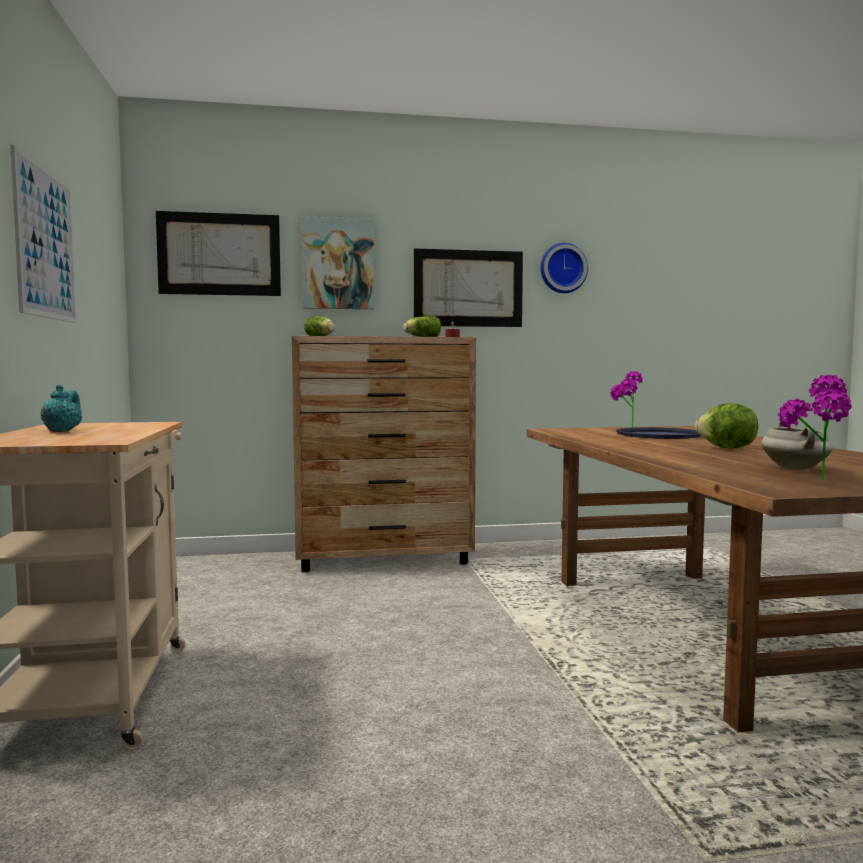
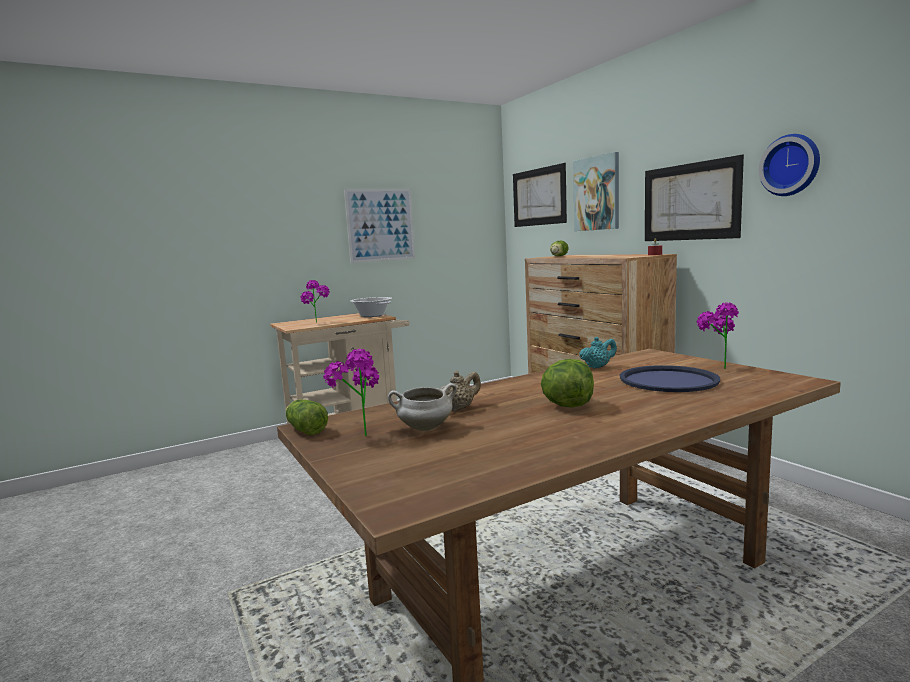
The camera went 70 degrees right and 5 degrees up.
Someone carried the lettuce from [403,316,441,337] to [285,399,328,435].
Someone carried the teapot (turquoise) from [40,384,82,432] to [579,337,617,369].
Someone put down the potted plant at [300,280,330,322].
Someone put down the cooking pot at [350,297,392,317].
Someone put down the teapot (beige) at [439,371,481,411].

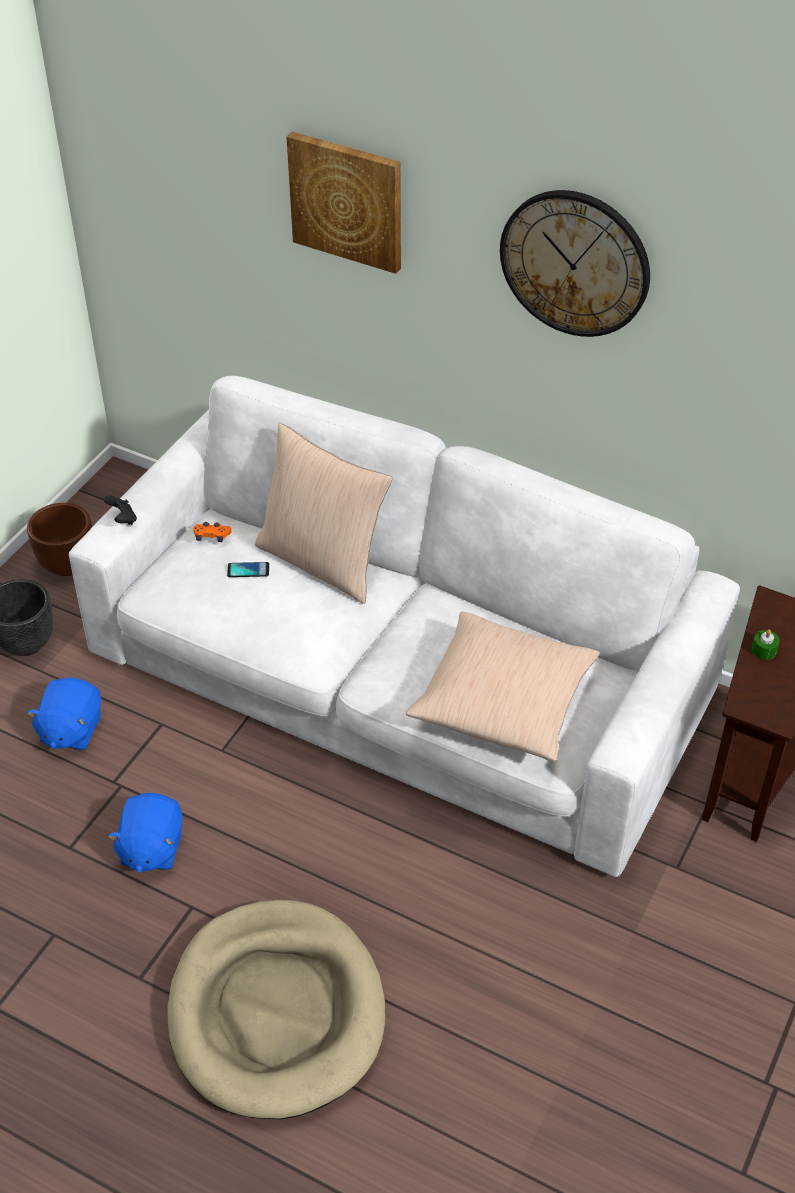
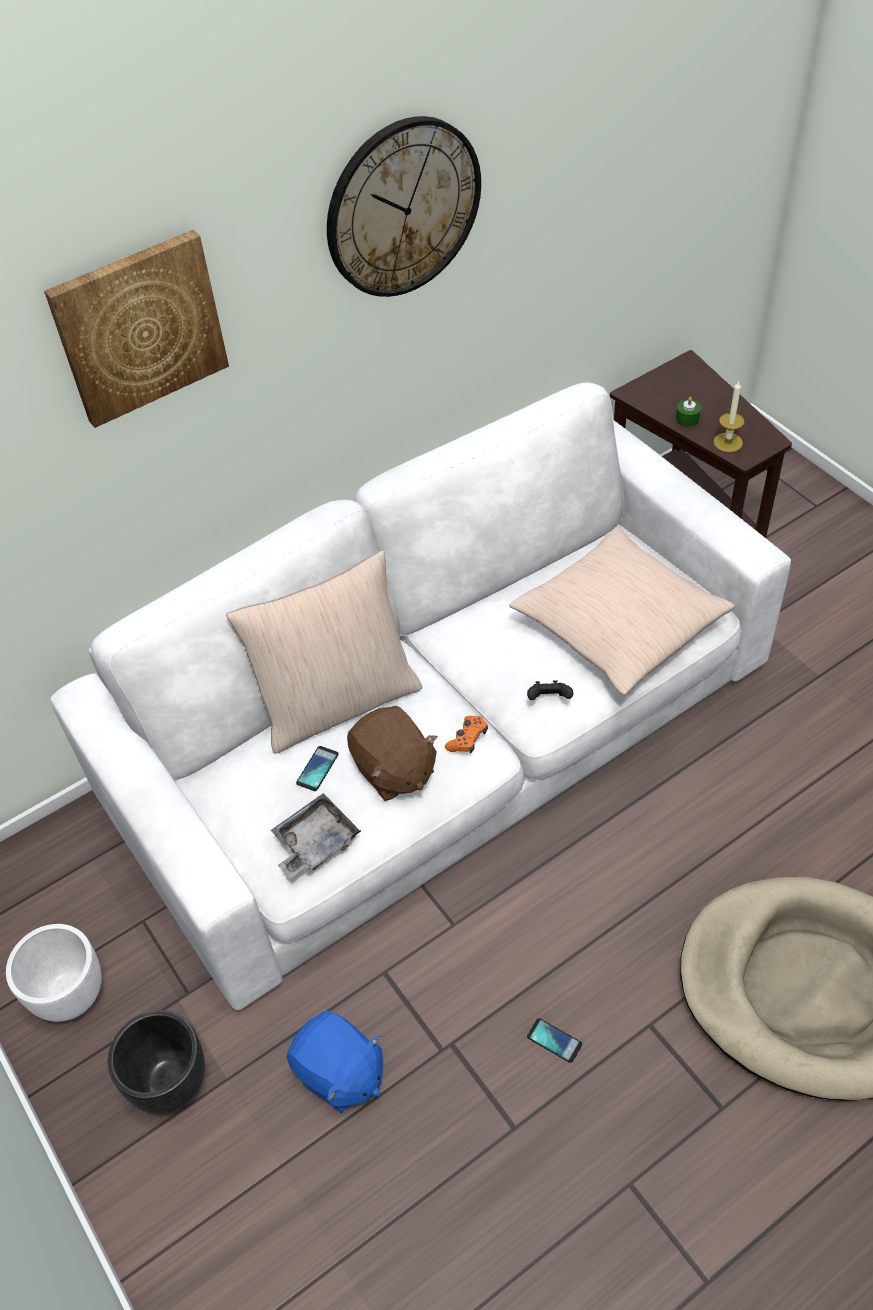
The camera went 60 degrees left and 5 degrees up.
Someone carried the game controller (black) from [104,496,137,525] to [527,680,573,700].
Someone repainted the planter (brown) at [27,503,92,576], which became the planter (white) at [6,924,102,1022].
Someone carried the game controller (orange) from [193,522,232,542] to [445,716,488,753].
Someone swapped the plush toy (blue) at [108,793,182,873] for the phone at [527,1018,582,1063].
Someone put down the candle at [714,381,745,452].
Someone put down the plush toy (brown) at [347,706,438,801].
Someone put down the tray (grey) at [271,793,361,879].

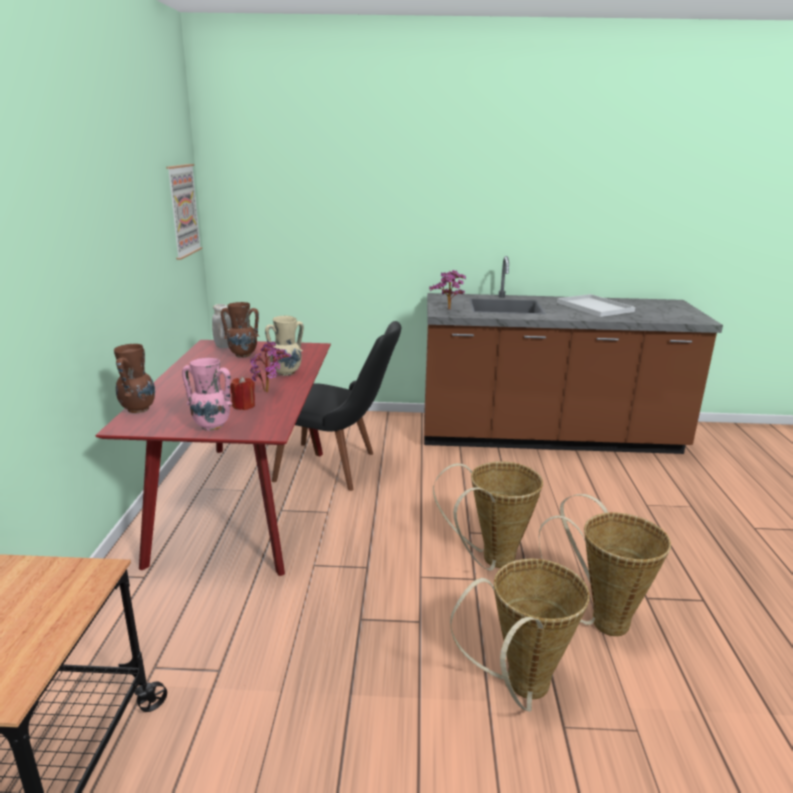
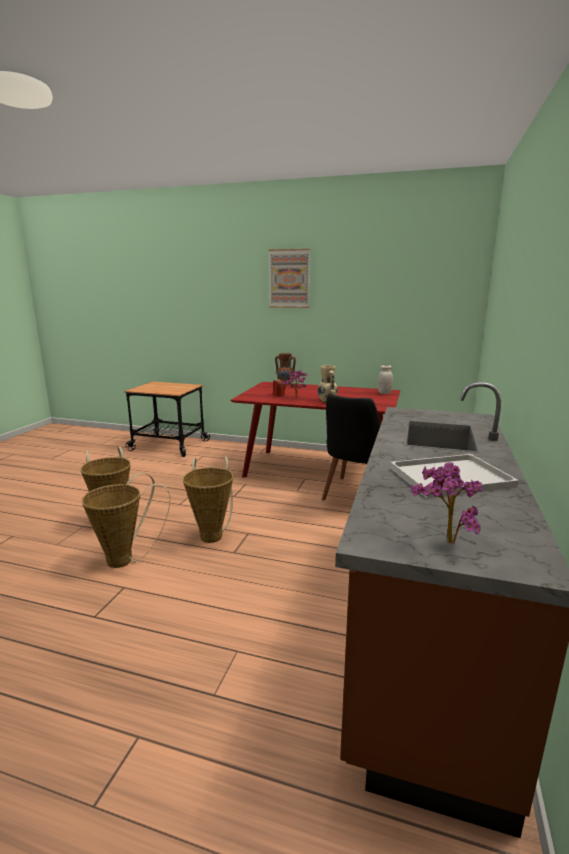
The camera went 105 degrees right and 5 degrees down.
Someone carried the picture from [166,164,202,260] to [269,249,311,308].
Someone carried the potted plant from [429,270,466,309] to [411,462,482,544].
Someone took away the vase (brown) at [221,302,260,358].
Someone took away the vase (pink) at [182,358,232,431].

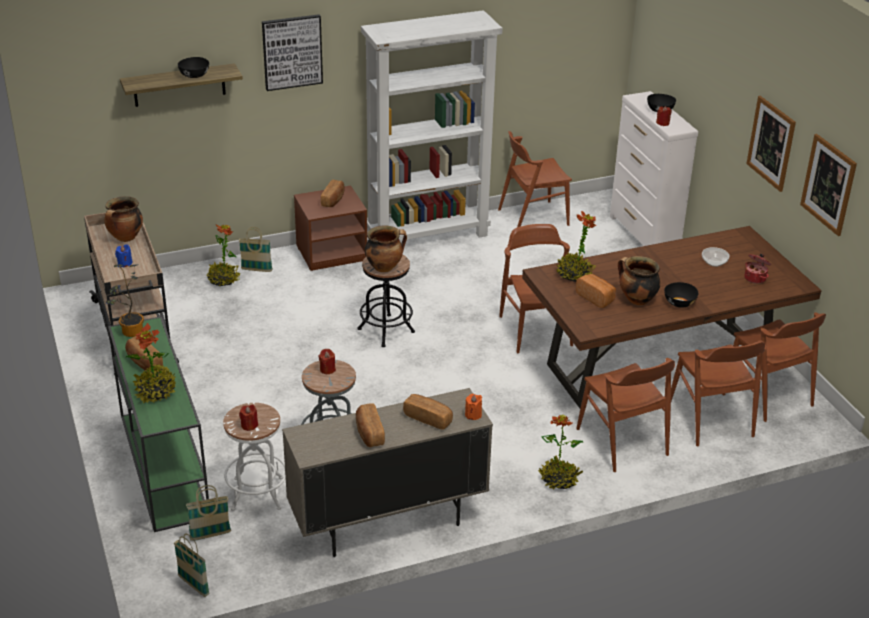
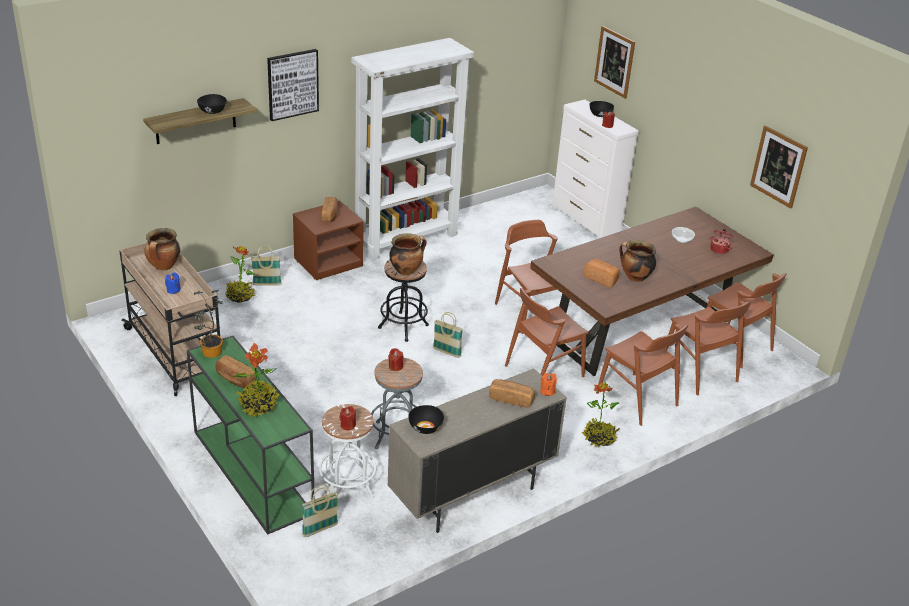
The camera went 15 degrees left and 0 degrees up.
Someone carried the picture from [746,96,796,192] to [594,26,635,99].
Someone carried the chair (brown) from [498,131,572,227] to [505,288,589,377].
Someone took away the potted plant at [556,211,596,282].
Someone carried the bowl (black) from [664,282,698,308] to [408,405,444,434].
Someone took away the bread at [356,403,385,447].
Someone carried the basket from [174,534,210,597] to [433,312,463,358].

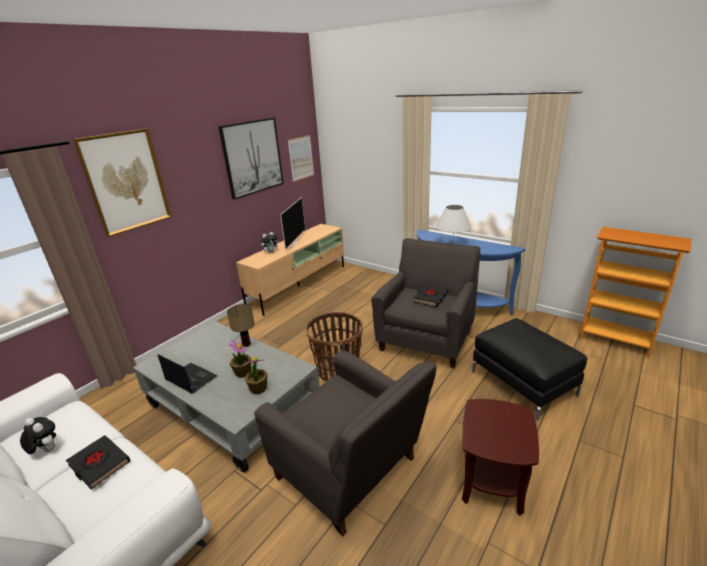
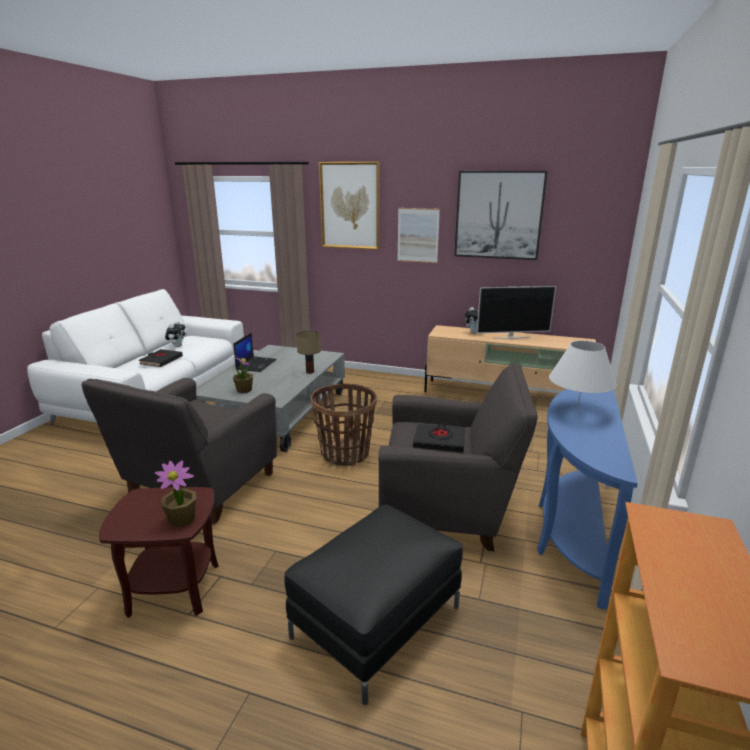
The camera went 70 degrees right and 5 degrees down.
Someone carried the picture from [288,135,314,182] to [397,208,440,263].
Someone carried the potted plant from [228,340,251,378] to [155,460,196,527].

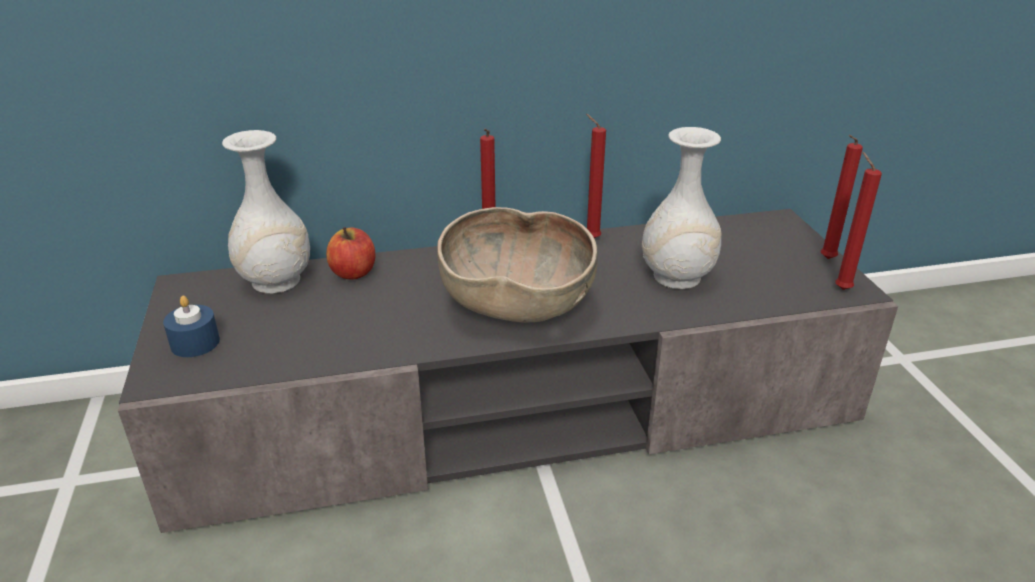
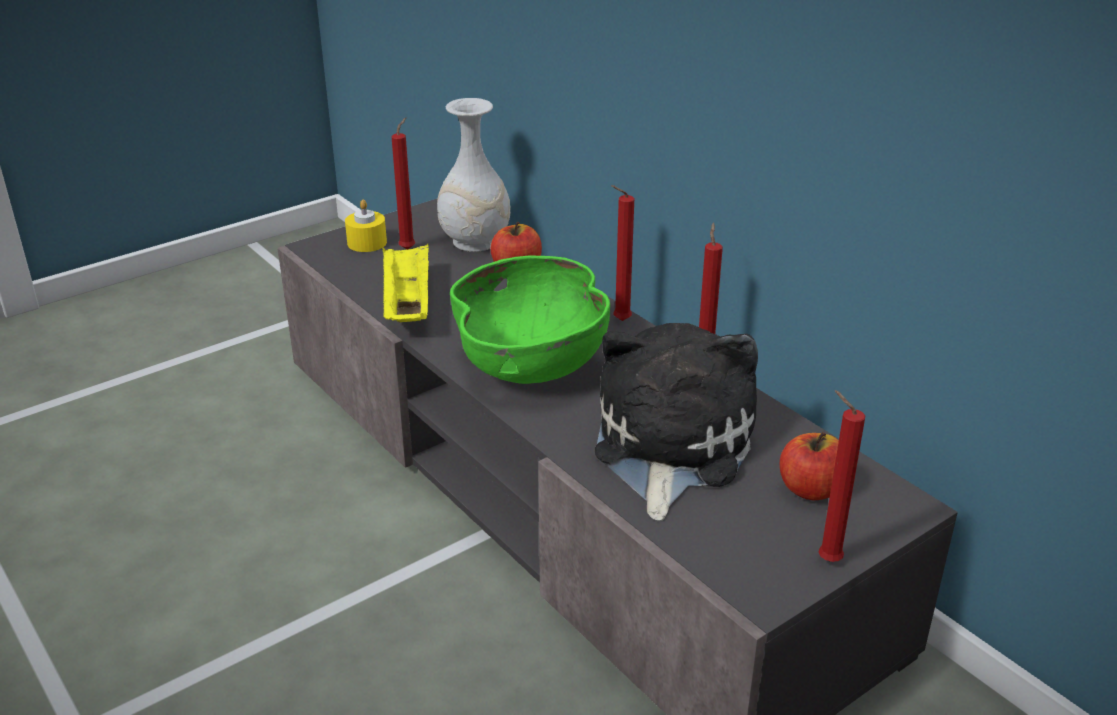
The camera went 65 degrees right and 0 degrees up.
Someone swapped the vase (white) at [642,127,722,289] for the plush toy at [595,323,758,521].
Someone carried the candle (red) from [835,152,882,290] to [391,118,415,250].
Someone repainted the bowl (brown) at [437,207,598,323], which became the bowl (green) at [450,256,610,384].
Someone repainted the candle (blue) at [163,296,220,357], which became the candle (yellow) at [345,200,387,252].
Someone put down the tray (yellow) at [382,244,429,323].
Someone put down the apple at [780,432,839,500].

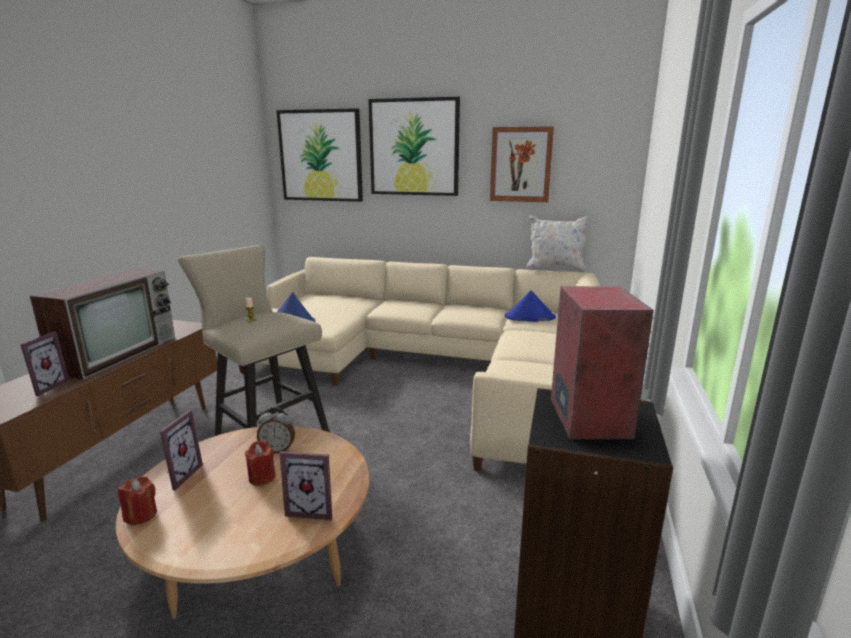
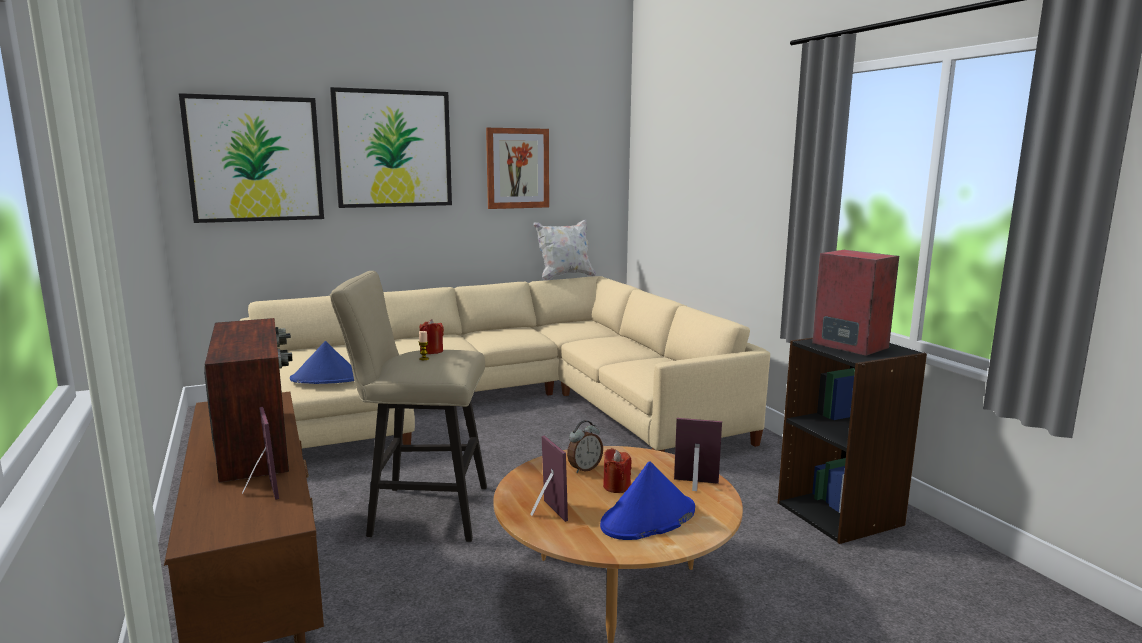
The camera went 40 degrees left and 5 degrees down.
Someone carried the hat (blue) from [505,291,556,322] to [600,461,695,540].
Someone rotated the picture frame at [280,451,332,520] by 135 degrees counterclockwise.
Someone carried the candle (red) from [118,476,157,525] to [420,319,444,354].

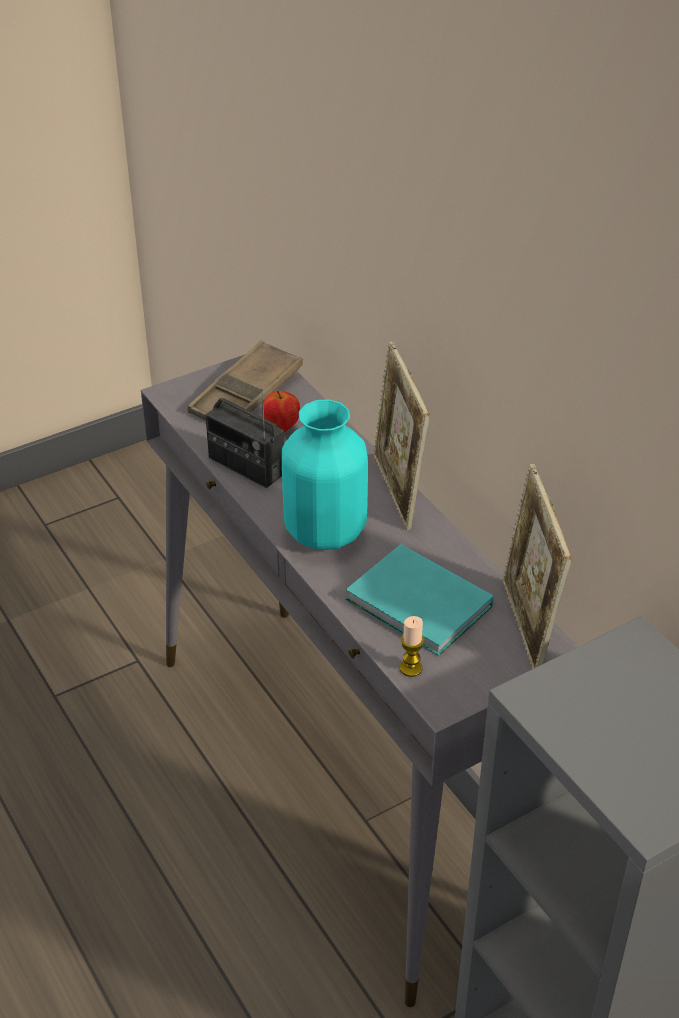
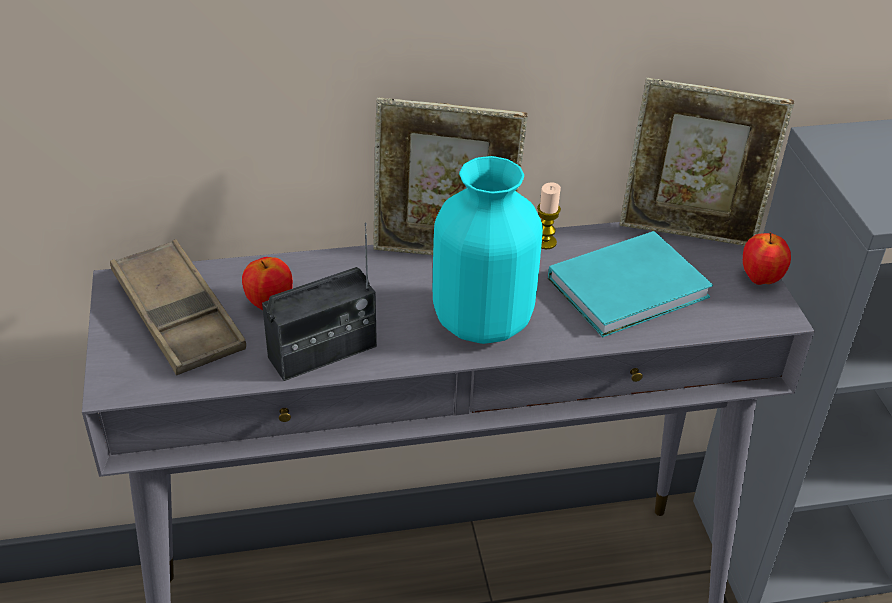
The camera went 70 degrees left and 0 degrees up.
Someone carried the candle from [400,616,424,677] to [537,182,561,249].
Someone put down the apple at [743,232,791,285].

